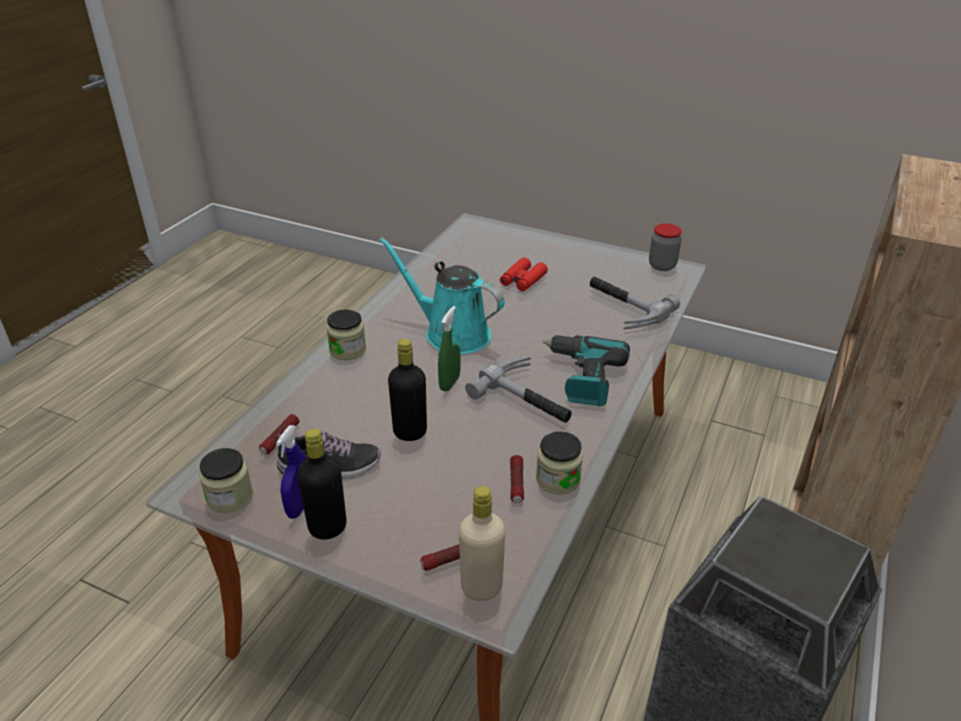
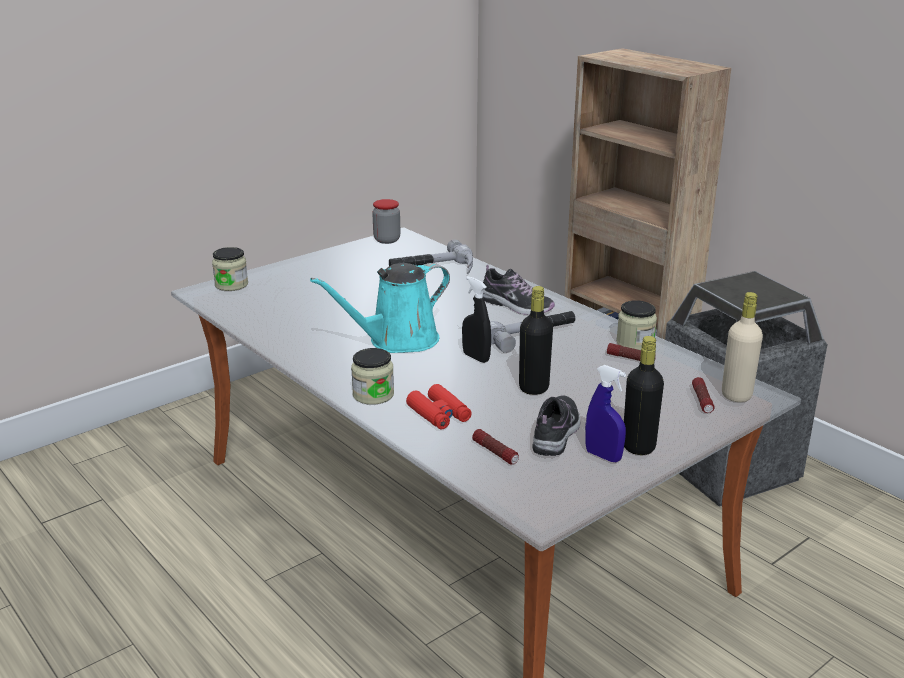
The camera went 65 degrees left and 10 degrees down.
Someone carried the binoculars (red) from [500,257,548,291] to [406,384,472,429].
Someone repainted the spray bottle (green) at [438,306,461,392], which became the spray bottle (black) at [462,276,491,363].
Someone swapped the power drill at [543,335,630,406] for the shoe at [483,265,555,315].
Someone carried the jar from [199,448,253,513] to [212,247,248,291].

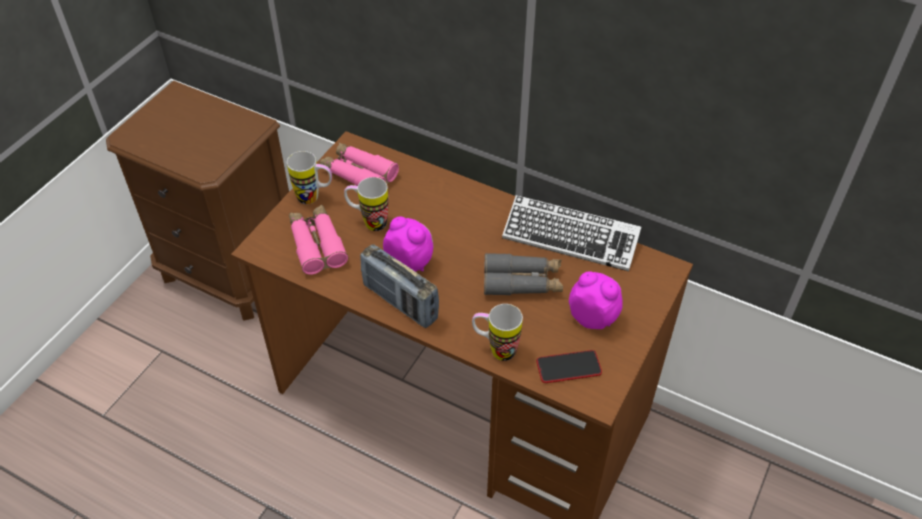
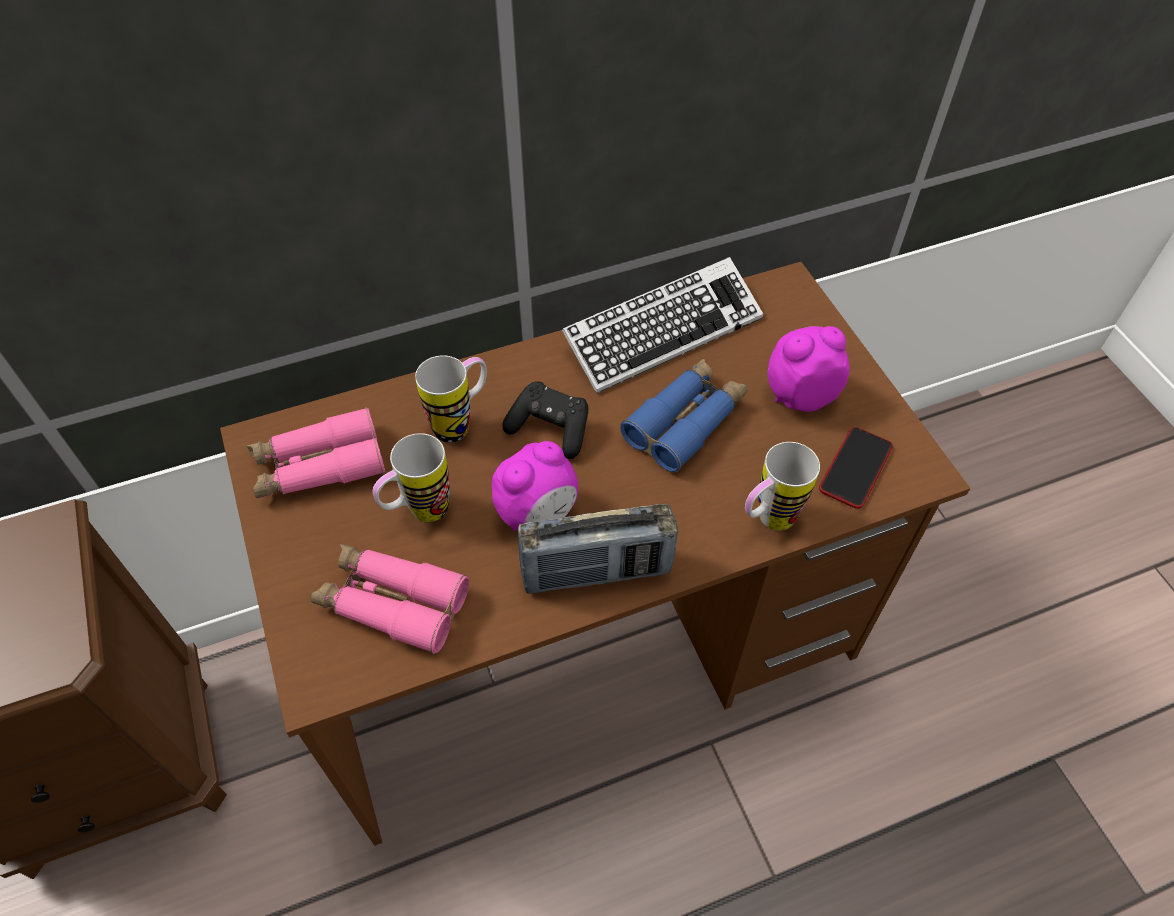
The camera went 50 degrees left and 5 degrees up.
Someone carried the mug from [287,151,332,204] to [415,355,487,443].
Someone rotated the alarm clock at [383,216,433,272] by 150 degrees clockwise.
Someone repainted the binoculars (grey) at [484,253,563,295], which became the binoculars (blue) at [620,359,748,472].
Someone put down the game controller (black) at [502,381,588,459].

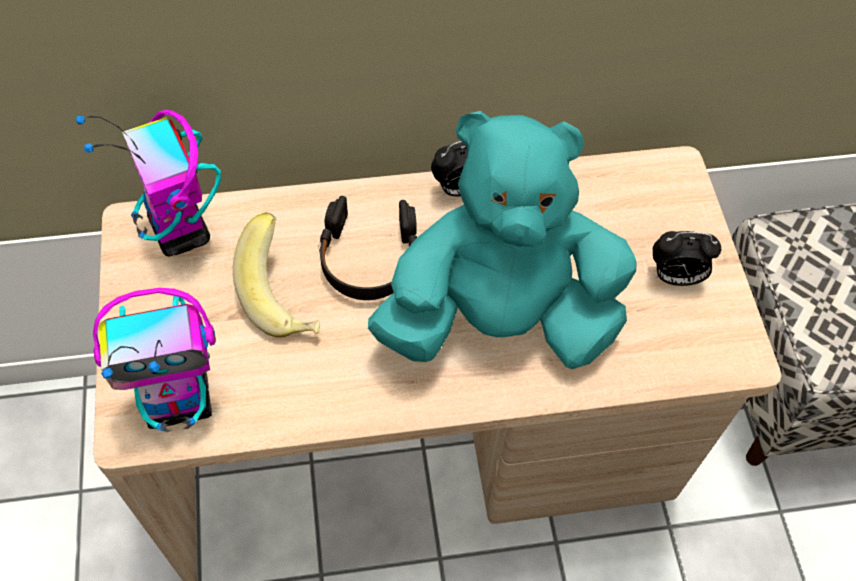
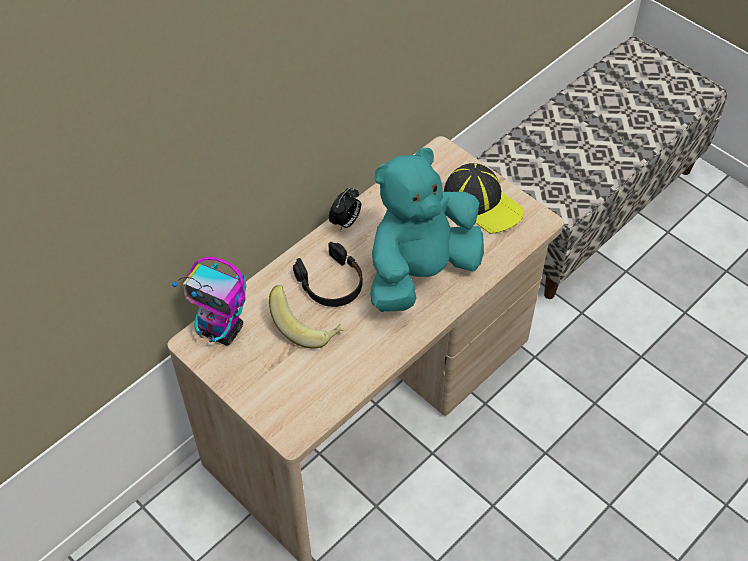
The camera went 35 degrees left and 5 degrees down.
Someone swapped the alarm clock at [653,231,721,286] for the cap at [444,163,524,234].
Someone took away the toy robot at [93,288,216,432].

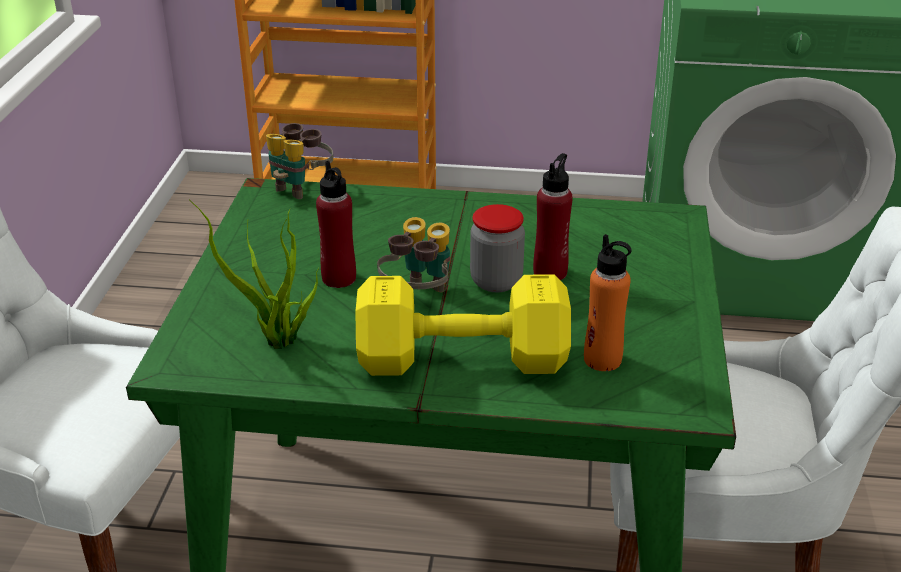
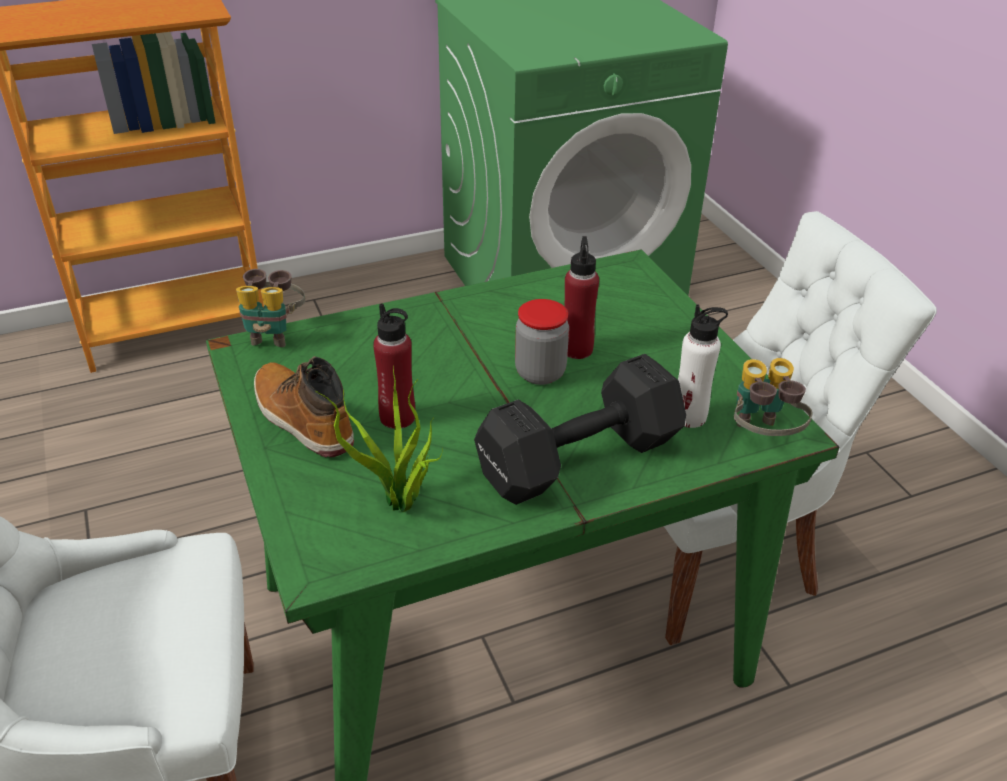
The camera went 30 degrees left and 5 degrees up.
Someone carried the binoculars from [377,217,450,292] to [734,358,812,436].
Someone repainted the bottle (orange) at [584,234,632,371], which became the bottle (white) at [678,304,728,428].
Someone repainted the dumbbell (yellow) at [355,274,571,376], which became the dumbbell (black) at [474,354,686,505].
Someone put down the boot at [254,356,354,457].

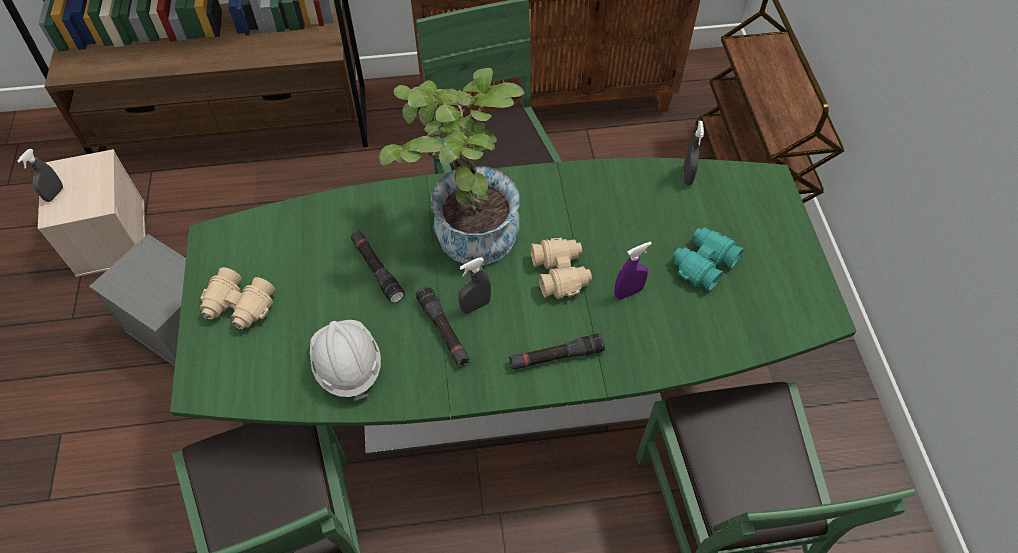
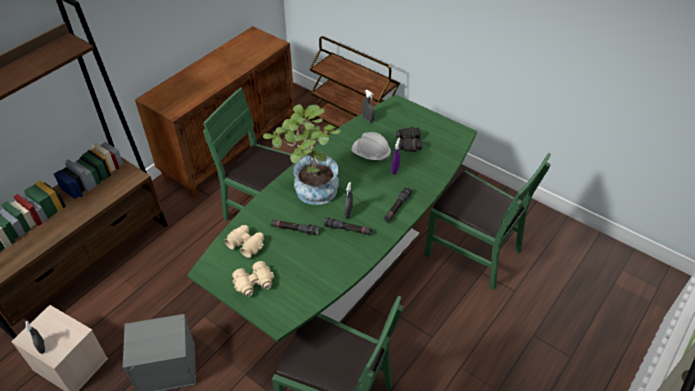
The camera went 45 degrees left and 10 degrees down.
Someone repainted the binoculars (turquoise) at [672,227,744,291], which became the binoculars (black) at [396,127,422,152].
Someone carried the binoculars (beige) from [531,238,592,299] to [224,225,264,258].
Someone carried the hard hat (white) from [310,320,381,401] to [352,132,391,161].

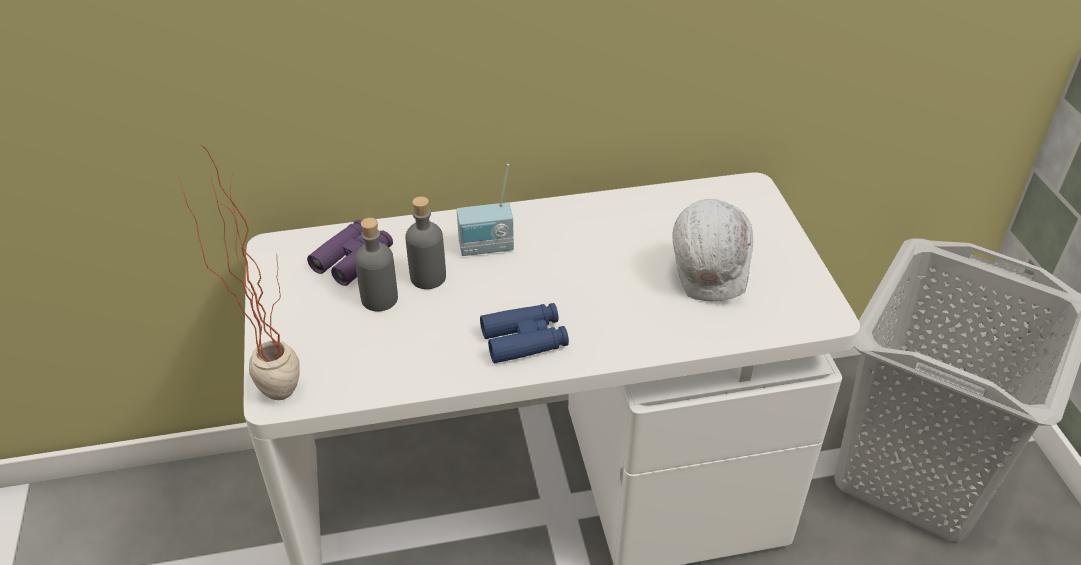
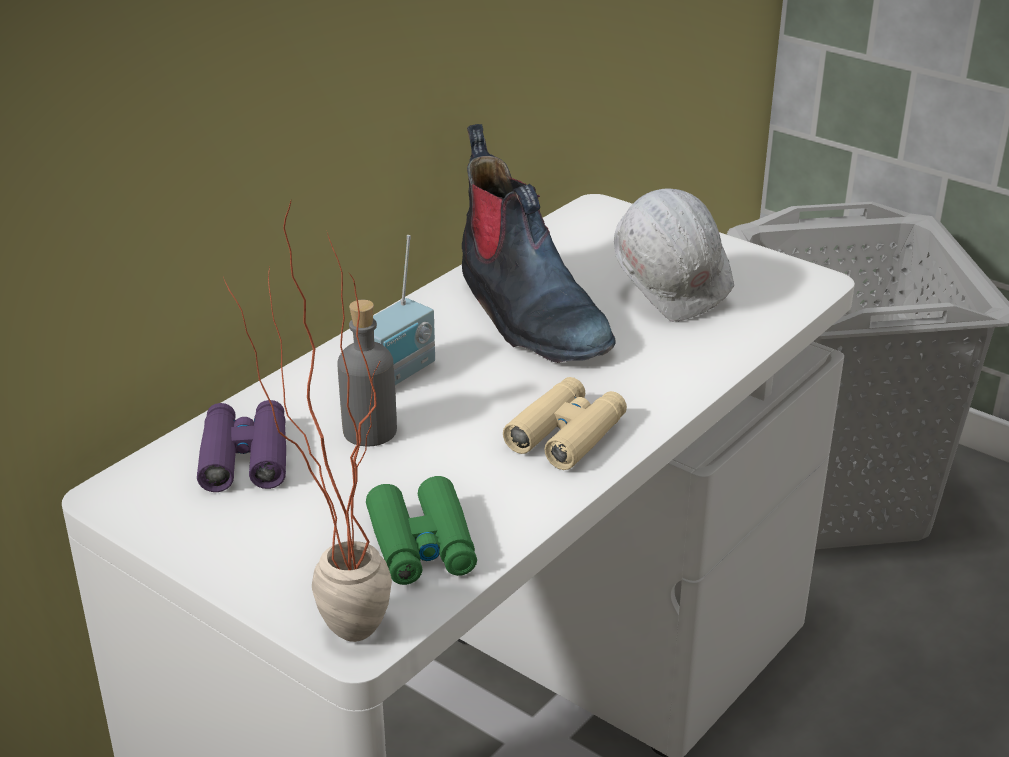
The camera went 40 degrees left and 10 degrees down.
Someone took away the bottle (grey) at [355,218,398,312].
Someone repainted the binoculars (blue) at [480,303,569,363], which became the binoculars (beige) at [503,377,627,470].
Someone put down the boot at [462,124,616,363].
Someone put down the binoculars (green) at [366,476,477,585].

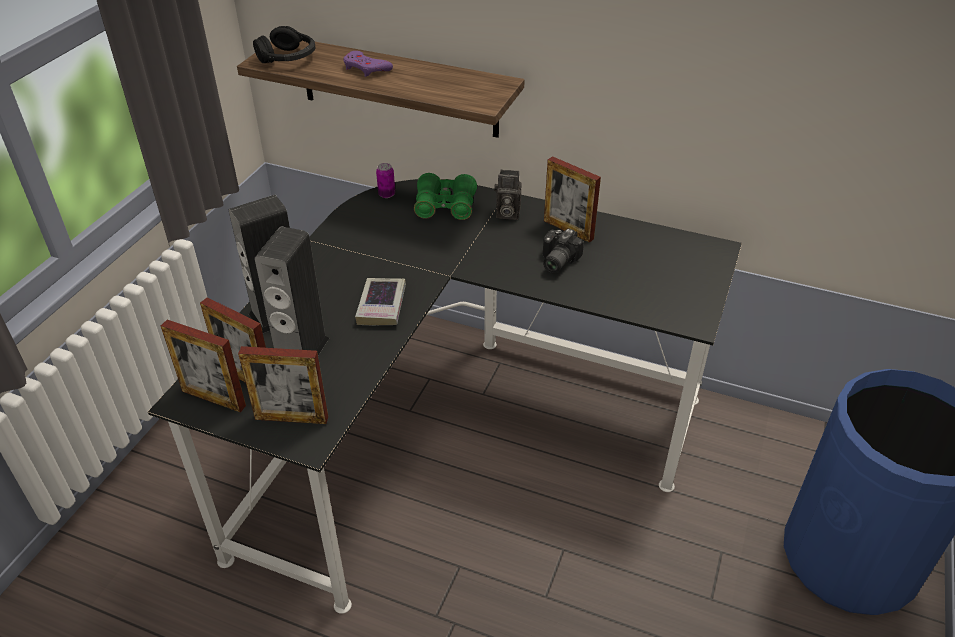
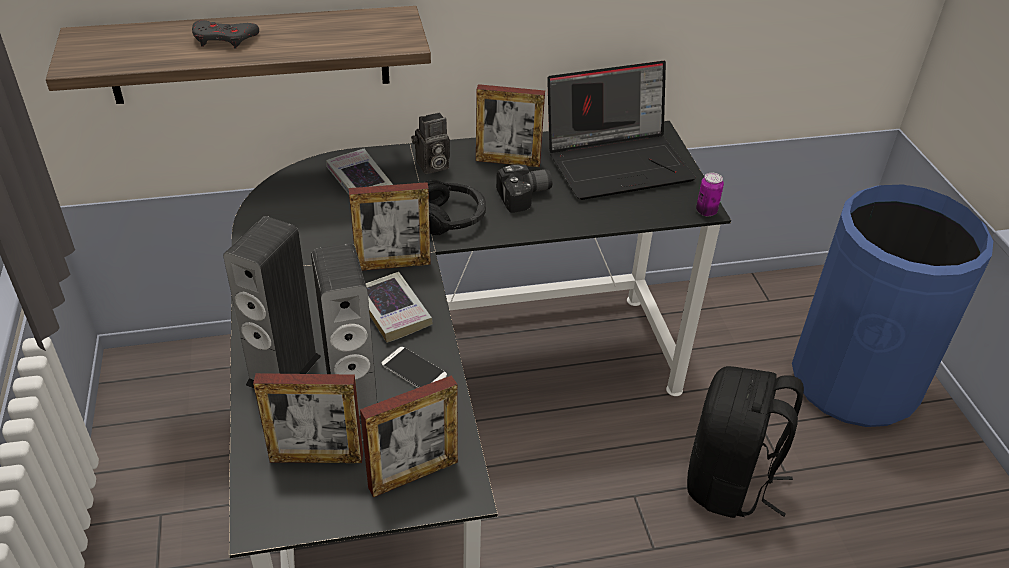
The camera went 35 degrees left and 0 degrees up.
Someone carried the headphones (black) from [253,26,315,63] to [423,180,486,235].
Someone repainted the game controller (purple) at [343,51,393,77], which became the game controller (grey) at [192,20,259,49].
Someone carried the can from [376,163,395,198] to [696,172,724,216].
Someone swapped the binoculars (green) at [414,173,477,220] for the book at [326,149,393,195].
Someone rotated the photo camera at [543,228,584,273] by 105 degrees counterclockwise.
Someone carried the picture frame from [161,320,246,412] to [349,182,431,271].
Someone put down the laptop at [547,61,696,200].
Someone put down the phone at [382,347,447,388].
Someone put down the backpack (black) at [687,366,804,518].

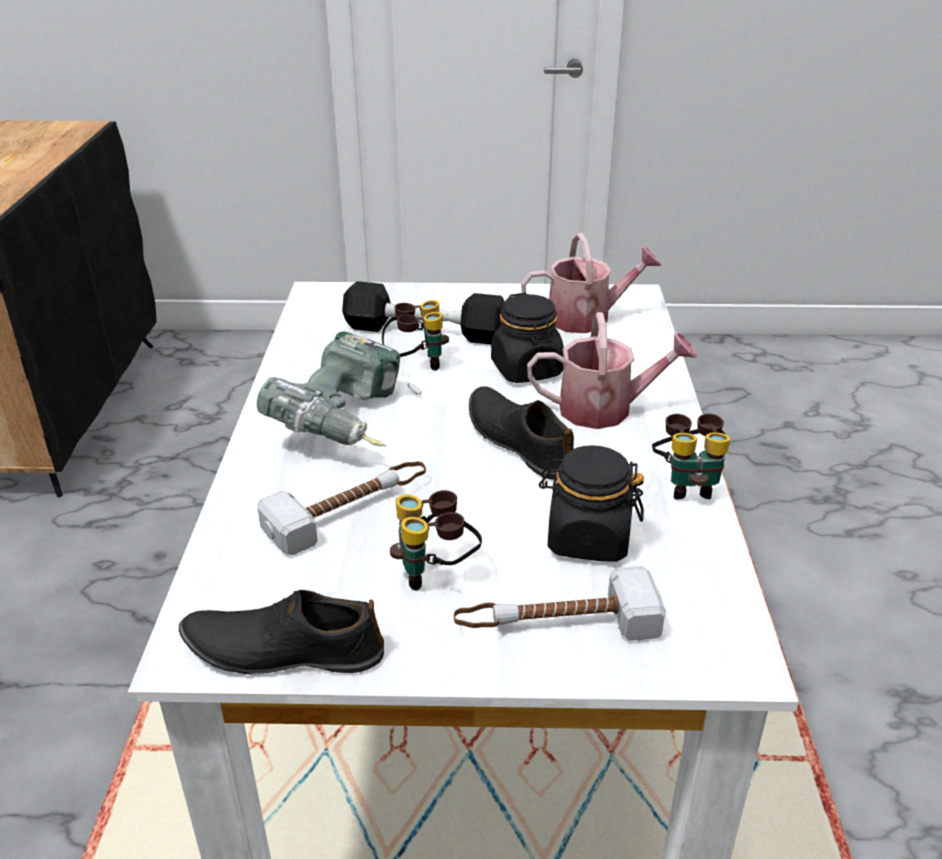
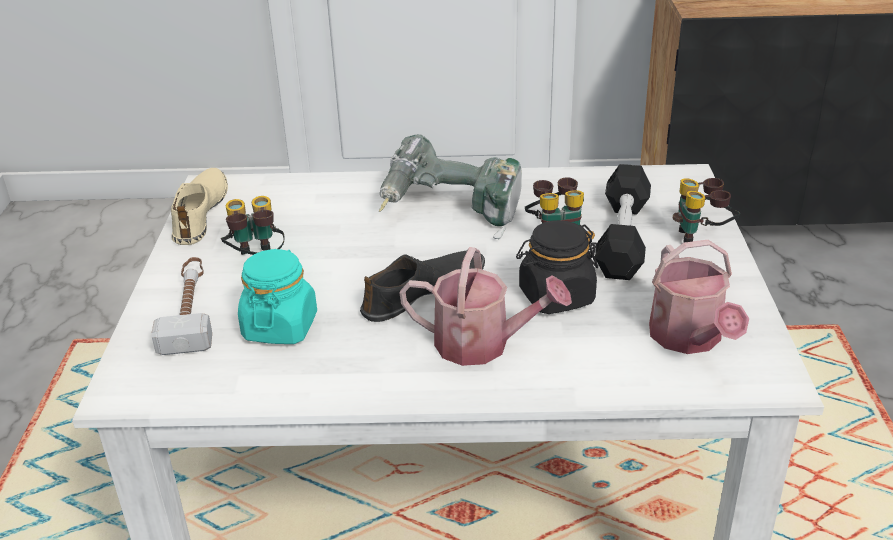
The camera went 90 degrees right and 0 degrees up.
Someone rotated the watering can at [527,312,697,429] by 75 degrees counterclockwise.
Someone carried the binoculars from [652,413,730,500] to [673,178,740,243].
Someone repainted the jar (black) at [539,445,644,562], which became the jar (turquoise) at [238,249,317,344].
Someone took away the hammer at [257,461,426,555].
Someone repainted the shoe (black) at [179,590,384,674], which became the shoe (beige) at [171,168,228,245].

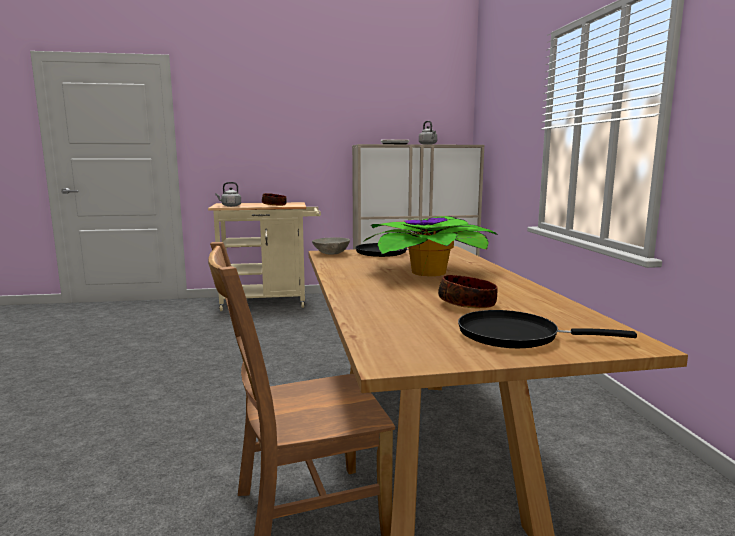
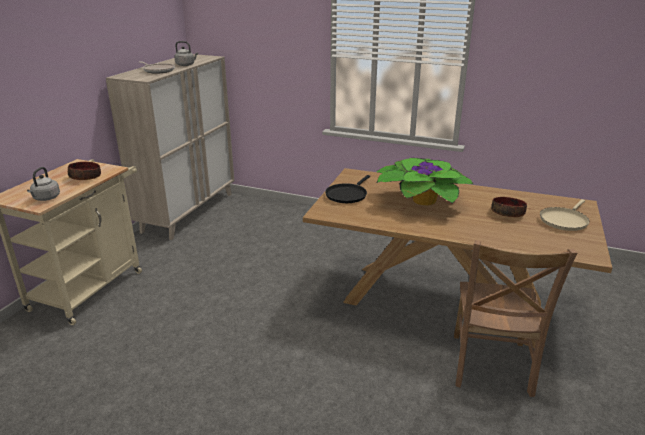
The camera went 60 degrees left and 15 degrees up.
Someone took away the bowl (grey) at [312,237,350,255].
Someone repainted the frying pan (black) at [458,310,637,348], which became the frying pan (beige) at [540,199,589,231].

